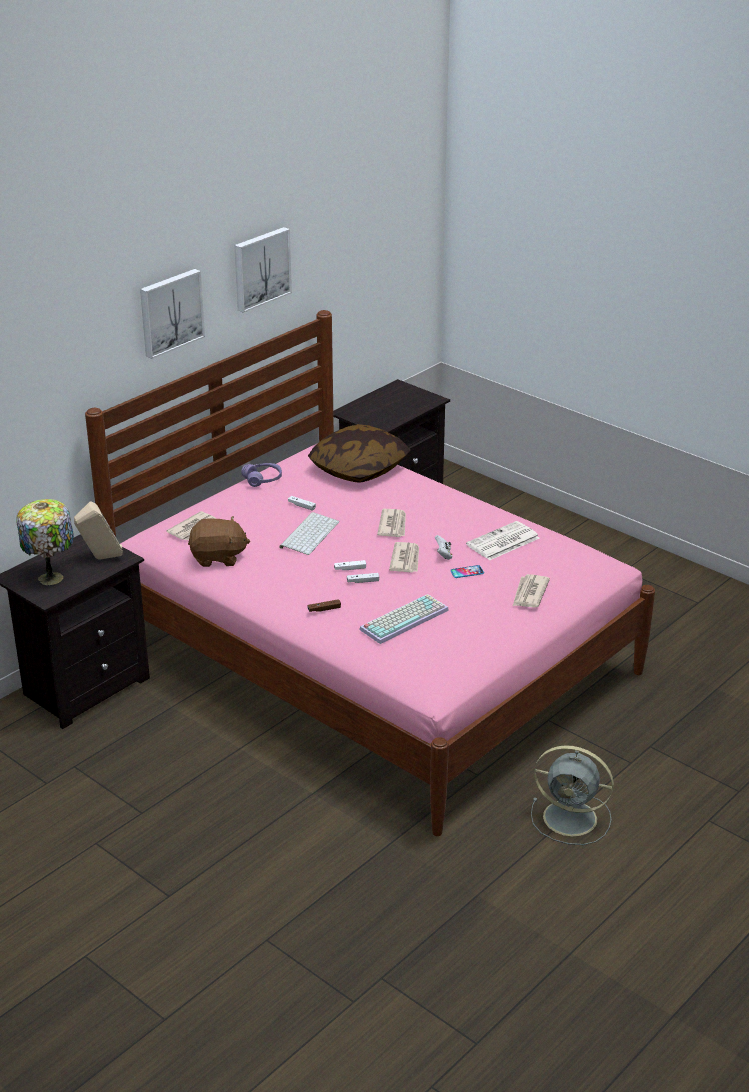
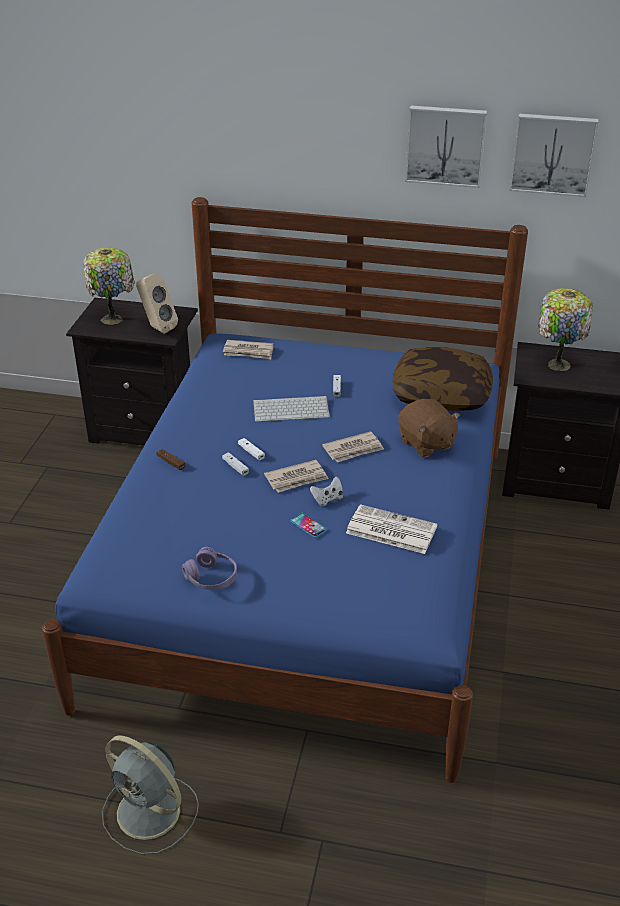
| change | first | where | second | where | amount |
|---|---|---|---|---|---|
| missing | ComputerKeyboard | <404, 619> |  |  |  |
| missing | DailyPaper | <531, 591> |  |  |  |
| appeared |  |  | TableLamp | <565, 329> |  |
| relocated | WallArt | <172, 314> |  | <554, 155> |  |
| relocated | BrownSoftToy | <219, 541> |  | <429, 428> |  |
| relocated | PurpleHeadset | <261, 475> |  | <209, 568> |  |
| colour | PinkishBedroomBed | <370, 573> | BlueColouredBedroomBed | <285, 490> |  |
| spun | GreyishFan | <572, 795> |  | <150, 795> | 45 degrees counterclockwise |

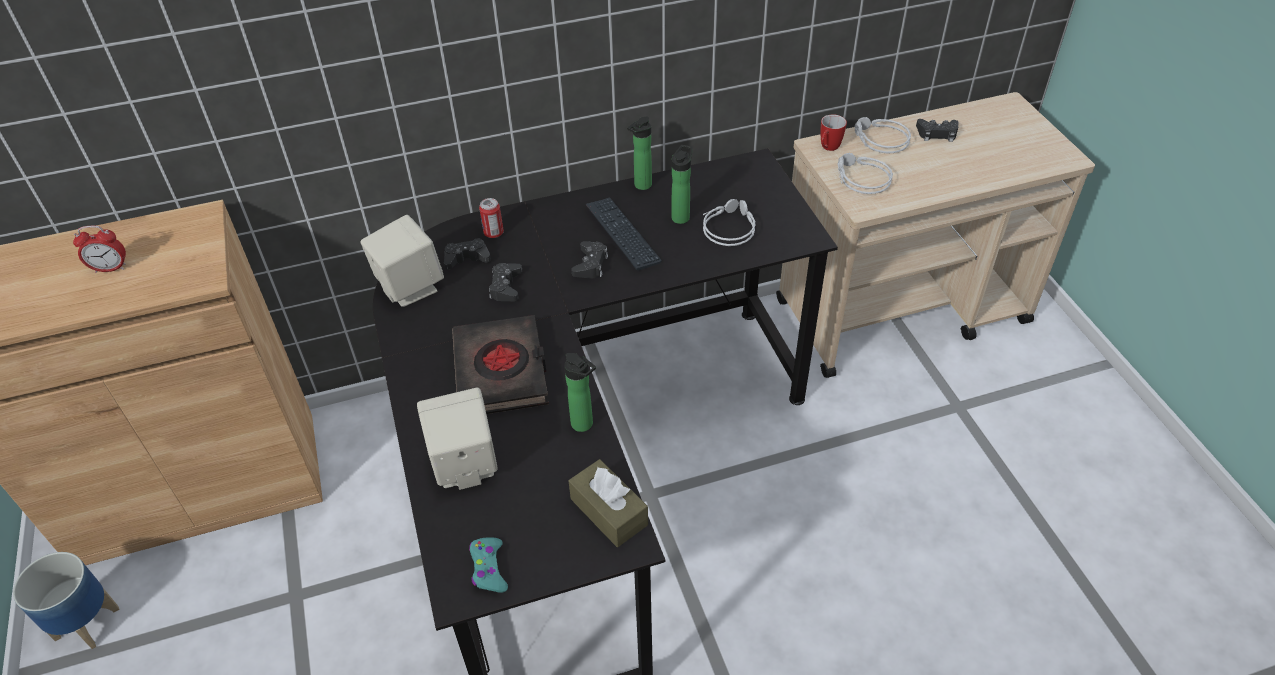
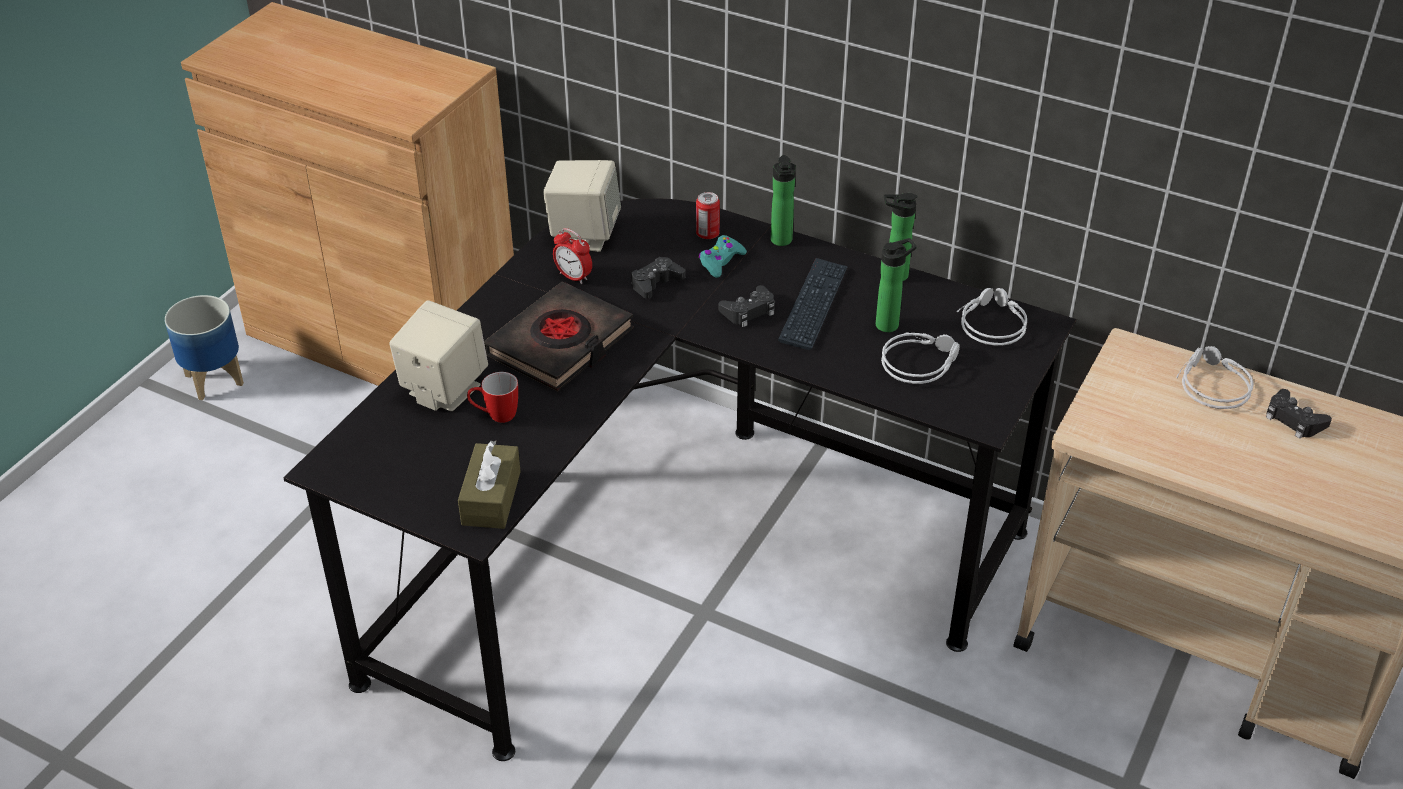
| change | first | where | second | where | amount |
|---|---|---|---|---|---|
| missing | BlackGamepad | <467, 254> |  |  |  |
| relocated | BedsideClock | <99, 249> |  | <572, 256> |  |
| relocated | BlueGreenGamepad | <488, 565> |  | <723, 256> |  |
| relocated | Bottle | <580, 392> |  | <783, 200> |  |
| relocated | Mug | <834, 132> |  | <492, 397> |  |
| relocated | GreyishHeadset | <865, 173> |  | <992, 317> |  |

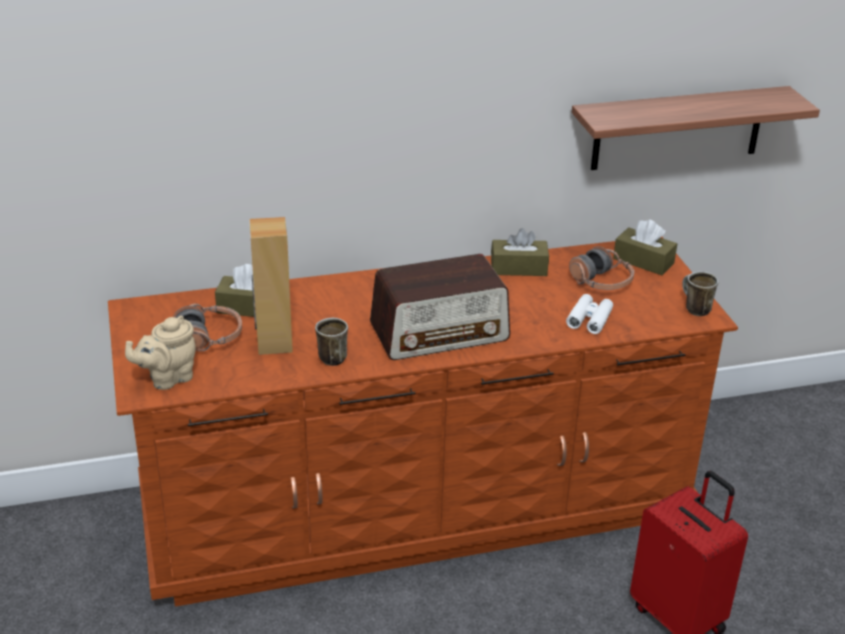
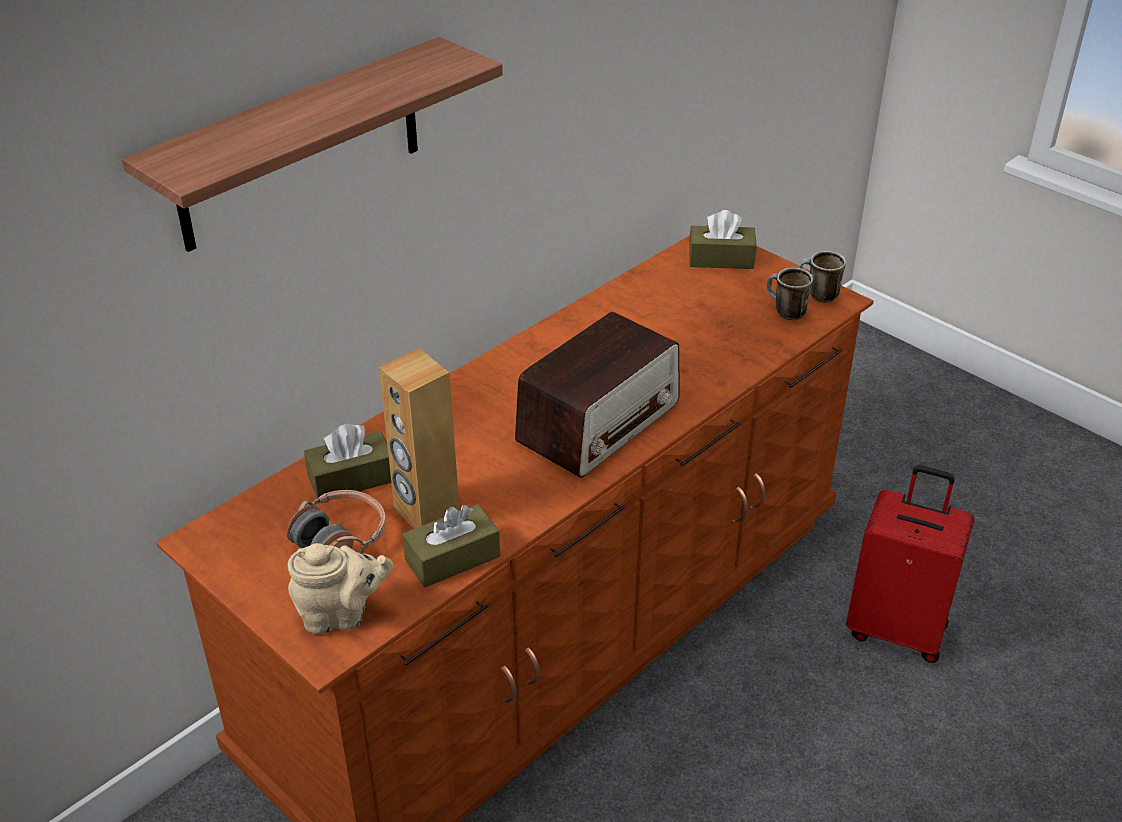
| change | first | where | second | where | amount |
|---|---|---|---|---|---|
| missing | WhiteColouredPairOfBinoculars | <589, 314> |  |  |  |
| missing | Headset | <601, 268> |  |  |  |
| relocated | Mug | <331, 342> |  | <790, 294> |  |
| relocated | BrownTissueBox | <520, 252> |  | <451, 545> |  |
| relocated | Shelf | <696, 128> |  | <312, 144> |  |
| spun | BeigePotForTea | <160, 353> |  | <341, 588> | 120 degrees counterclockwise |

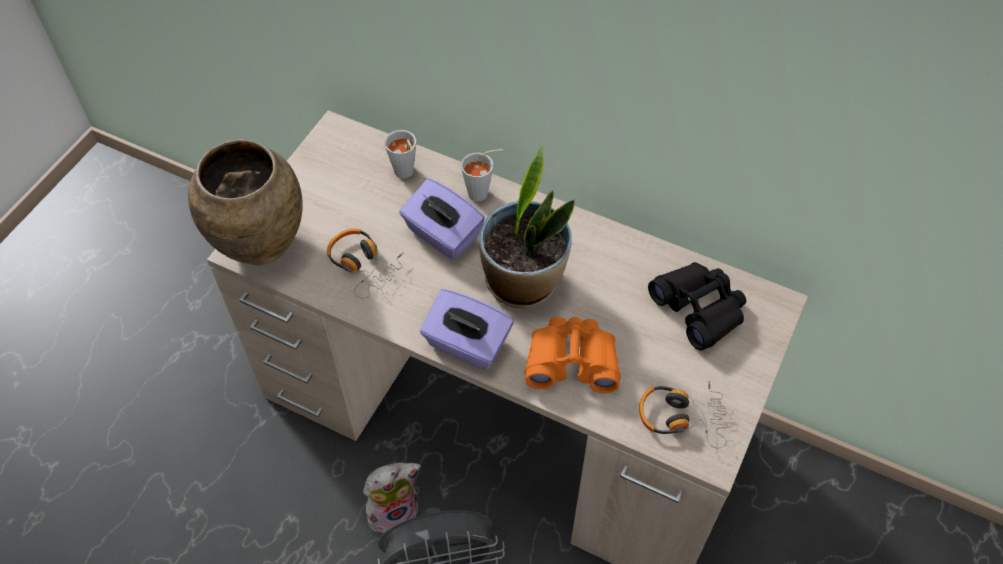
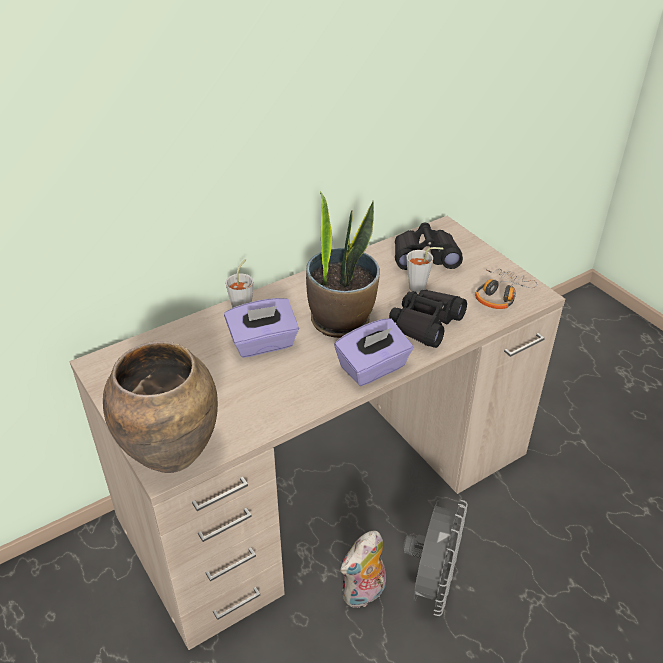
| change | first | where | second | where | amount |
|---|---|---|---|---|---|
| missing | Headset | <365, 264> |  |  |  |
| relocated | GreyishSmallCup | <400, 154> |  | <424, 270> |  |
| colour | OrangeyPairOfBinoculars | <573, 355> | BlackPairOfBinoculars | <428, 319> |  |
| spun | SoftToy | <392, 498> |  | <363, 569> | 135 degrees counterclockwise |

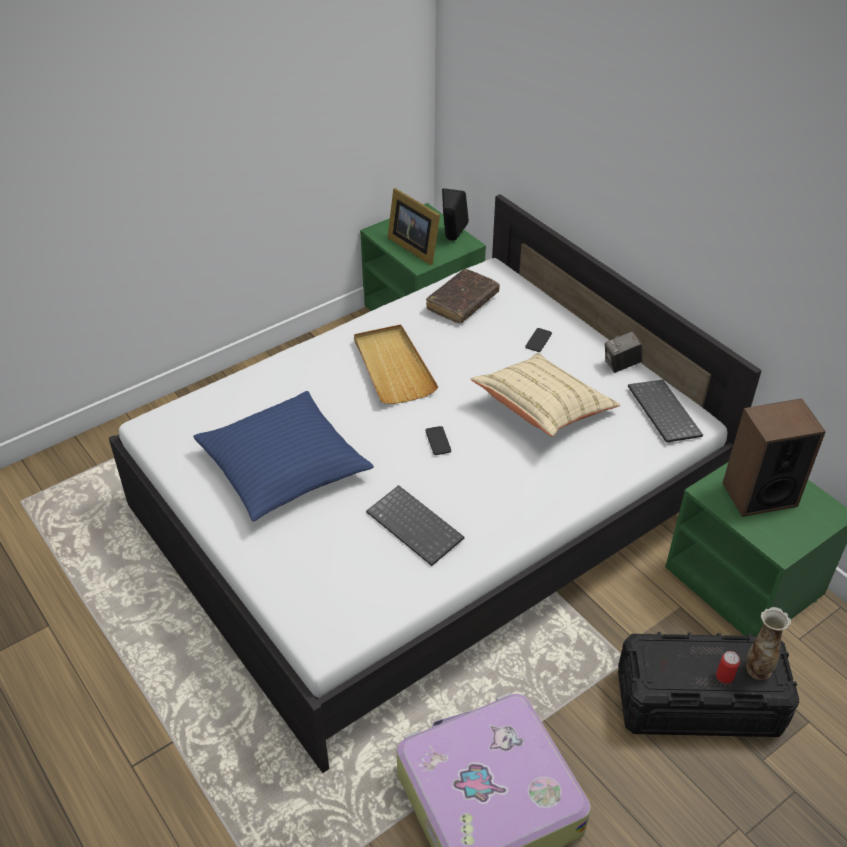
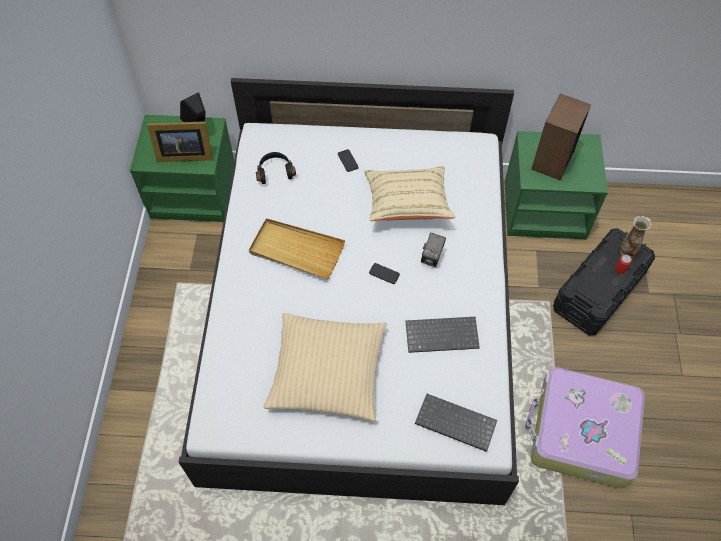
| change | first | where | second | where | amount |
|---|---|---|---|---|---|
| relocated | PhotoCamera | <623, 352> |  | <433, 250> |  |
| relocated | ComputerKeyboard | <665, 411> |  | <456, 423> |  |
| exchanged | BrownBook | <463, 296> | BlackHeadset | <276, 168> |  |
| colour | BlueColouredCushion | <283, 456> | BeigeCushion | <325, 367> |  |

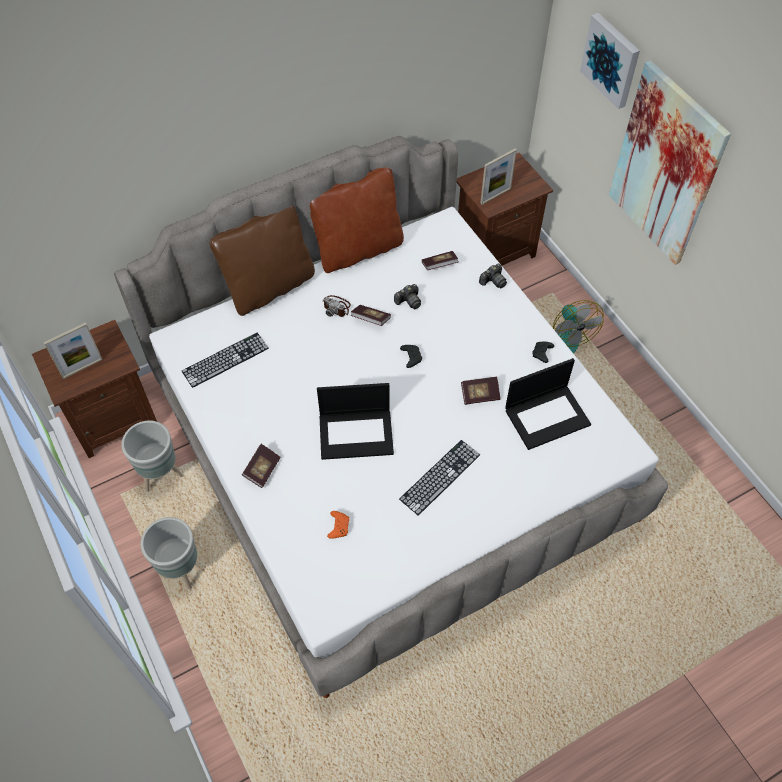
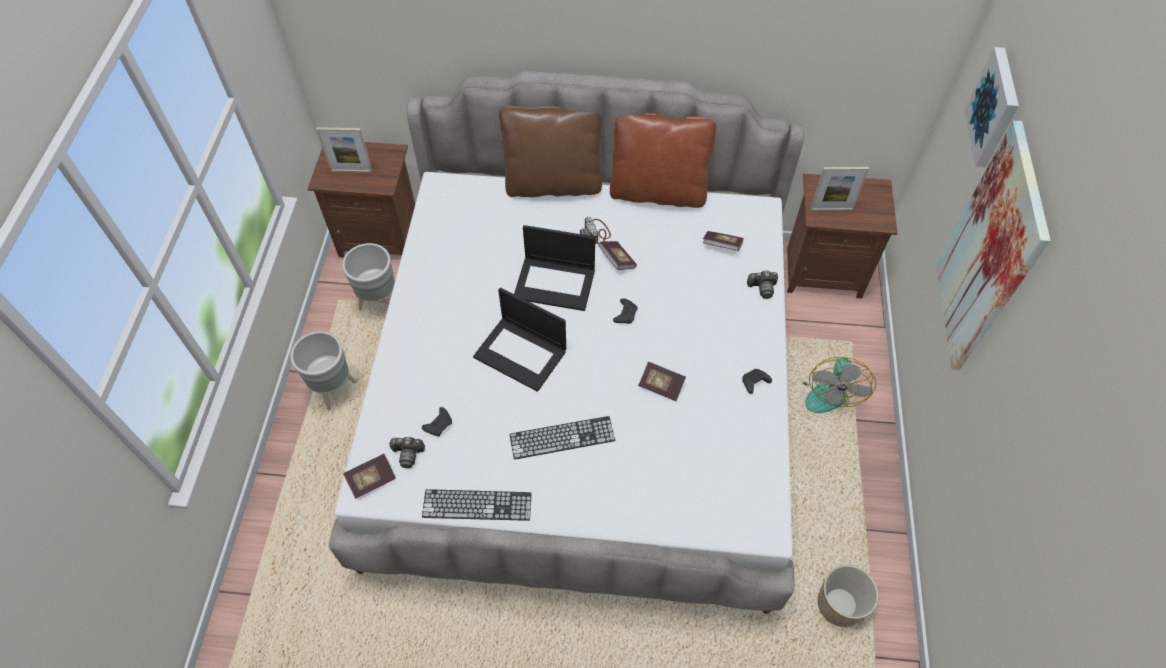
| change | first | where | second | where | amount |
|---|---|---|---|---|---|
| appeared |  |  | PlantPot | <848, 596> |  |
| relocated | ComputerKeyboard | <225, 360> |  | <477, 505> |  |
| relocated | Book | <261, 466> |  | <370, 476> |  |
| relocated | PhotoCamera | <407, 296> |  | <407, 452> |  |
| relocated | NotebookComputer | <548, 404> |  | <554, 268> |  |
| colour | OrangeyGamepad | <338, 525> | BlackGamepad | <437, 421> |  |

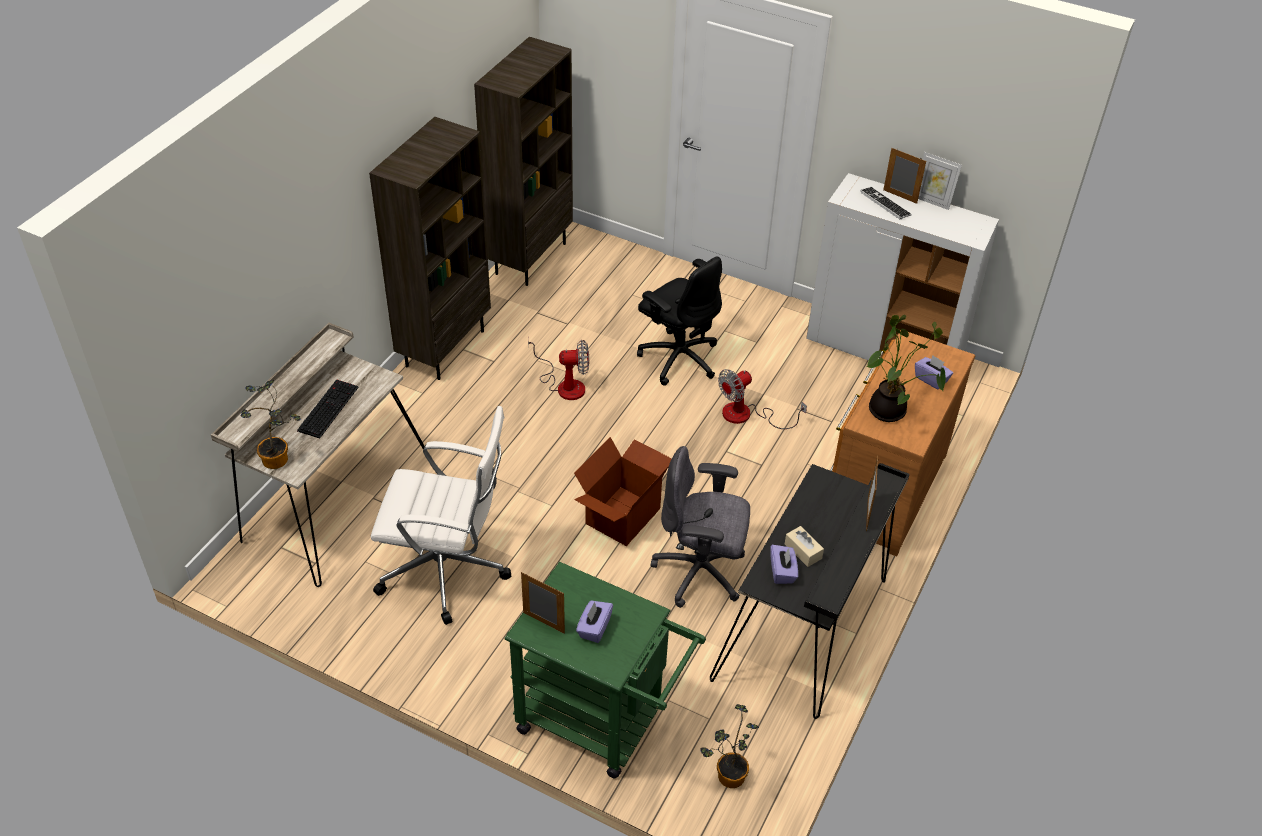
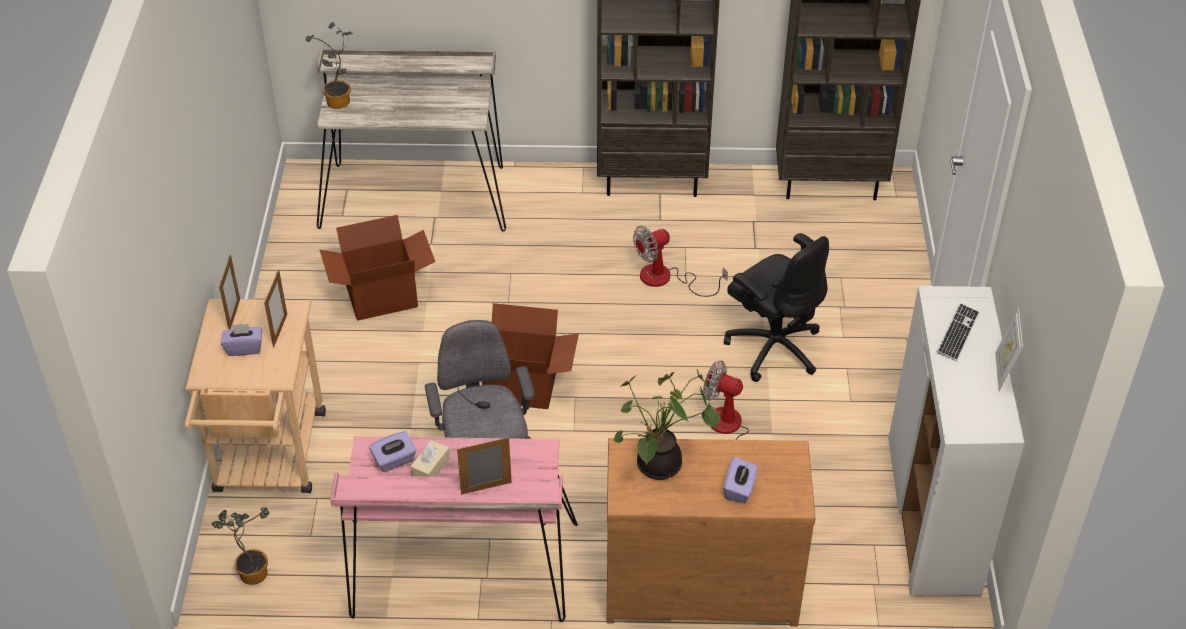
| change | first | where | second | where | amount |
|---|---|---|---|---|---|
| missing | ComputerKeyboard | <328, 408> |  |  |  |
| relocated | PictureFrame | <904, 176> |  | <275, 309> |  |
| exchanged | WhiteColouredDeskChair | <441, 515> | Carton | <377, 268> |  |
| colour | GreenishWheeledCart | <605, 670> | BeigeWheeledCart | <255, 396> |  |
| colour | BlackDesk | <810, 591> | PinkishDesk | <454, 529> |  |
| spun | Fan | <558, 369> |  | <680, 261> | 90 degrees clockwise |
| spun | BlackDeskChair | <679, 321> |  | <776, 307> | 60 degrees counterclockwise |

